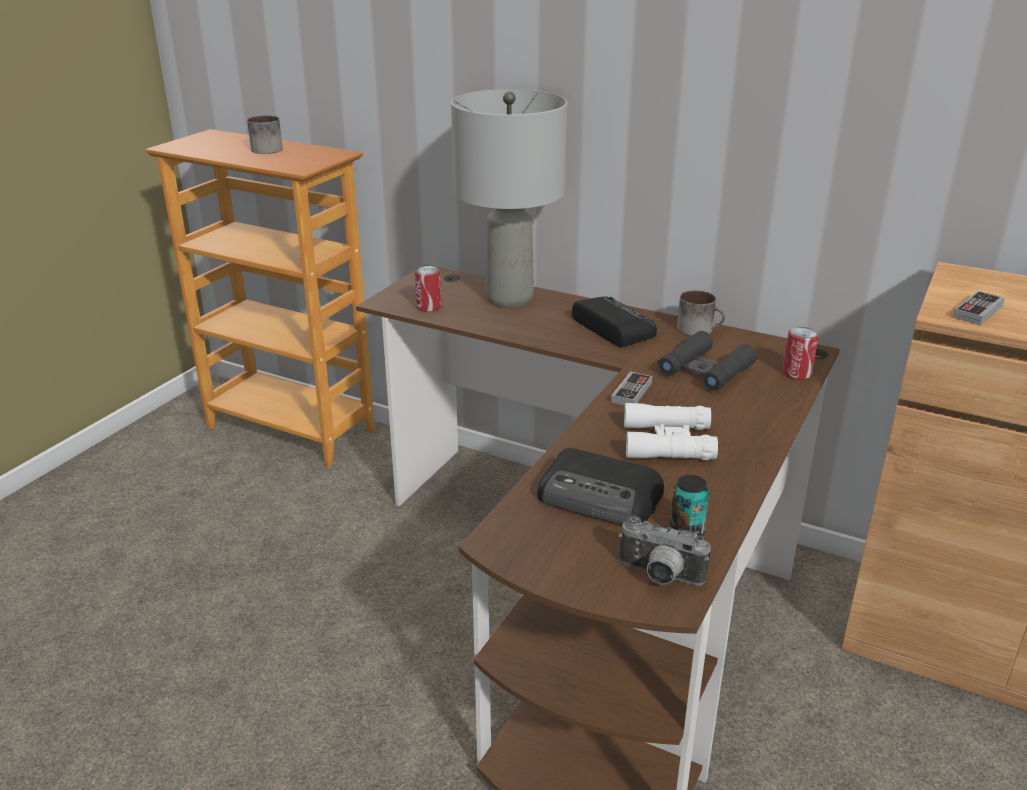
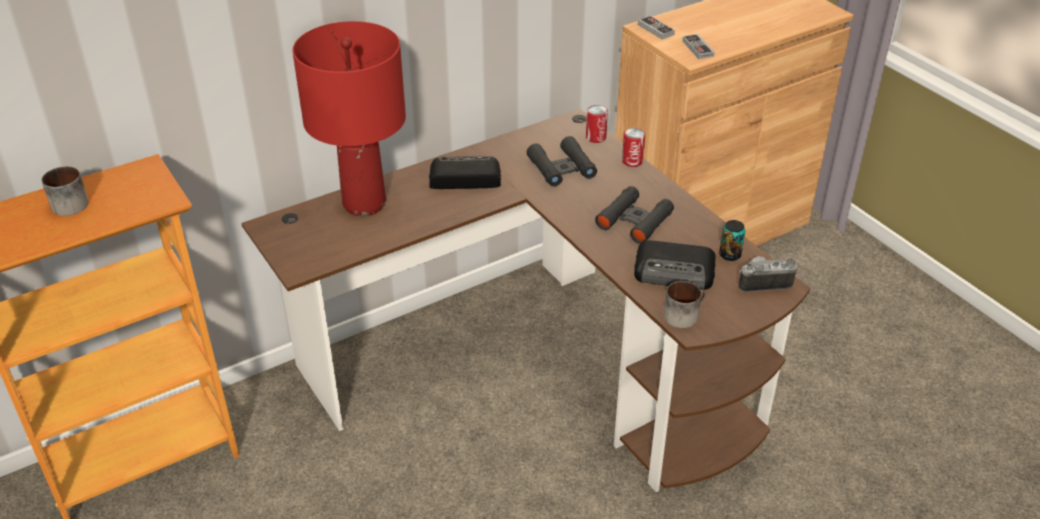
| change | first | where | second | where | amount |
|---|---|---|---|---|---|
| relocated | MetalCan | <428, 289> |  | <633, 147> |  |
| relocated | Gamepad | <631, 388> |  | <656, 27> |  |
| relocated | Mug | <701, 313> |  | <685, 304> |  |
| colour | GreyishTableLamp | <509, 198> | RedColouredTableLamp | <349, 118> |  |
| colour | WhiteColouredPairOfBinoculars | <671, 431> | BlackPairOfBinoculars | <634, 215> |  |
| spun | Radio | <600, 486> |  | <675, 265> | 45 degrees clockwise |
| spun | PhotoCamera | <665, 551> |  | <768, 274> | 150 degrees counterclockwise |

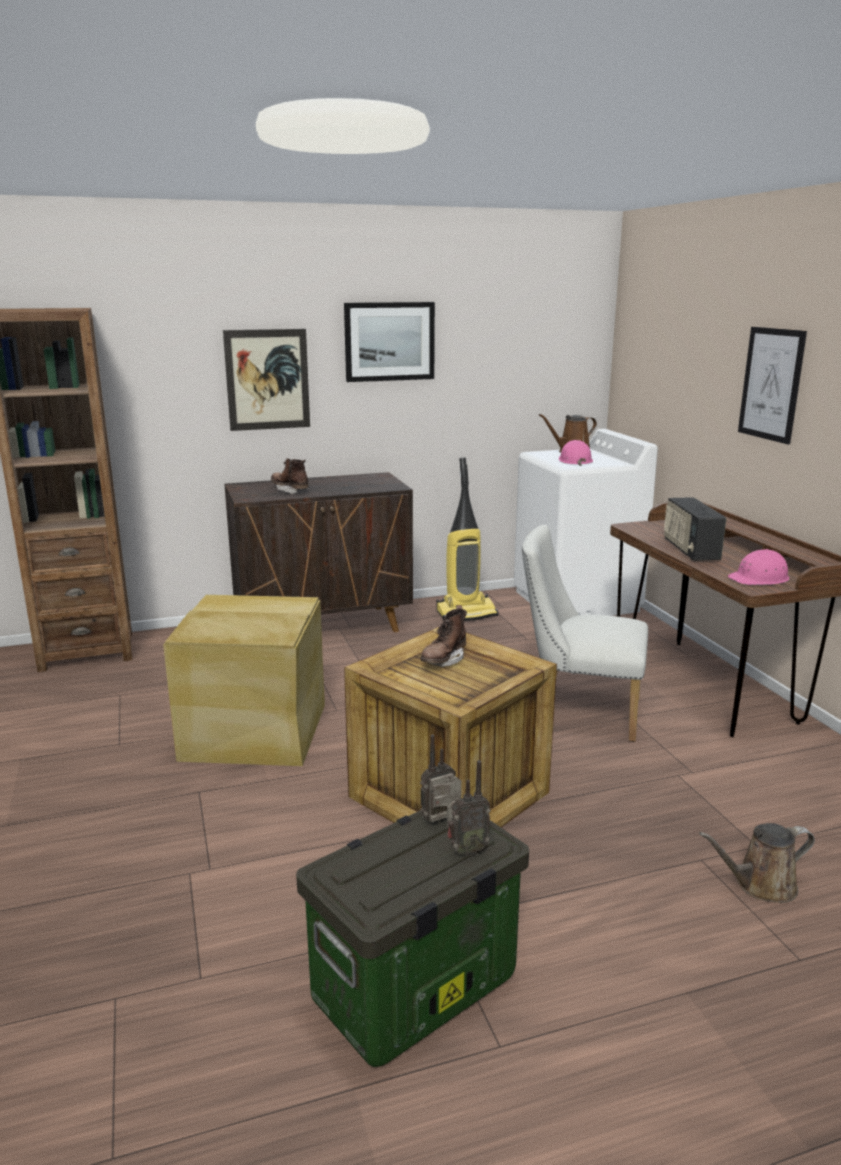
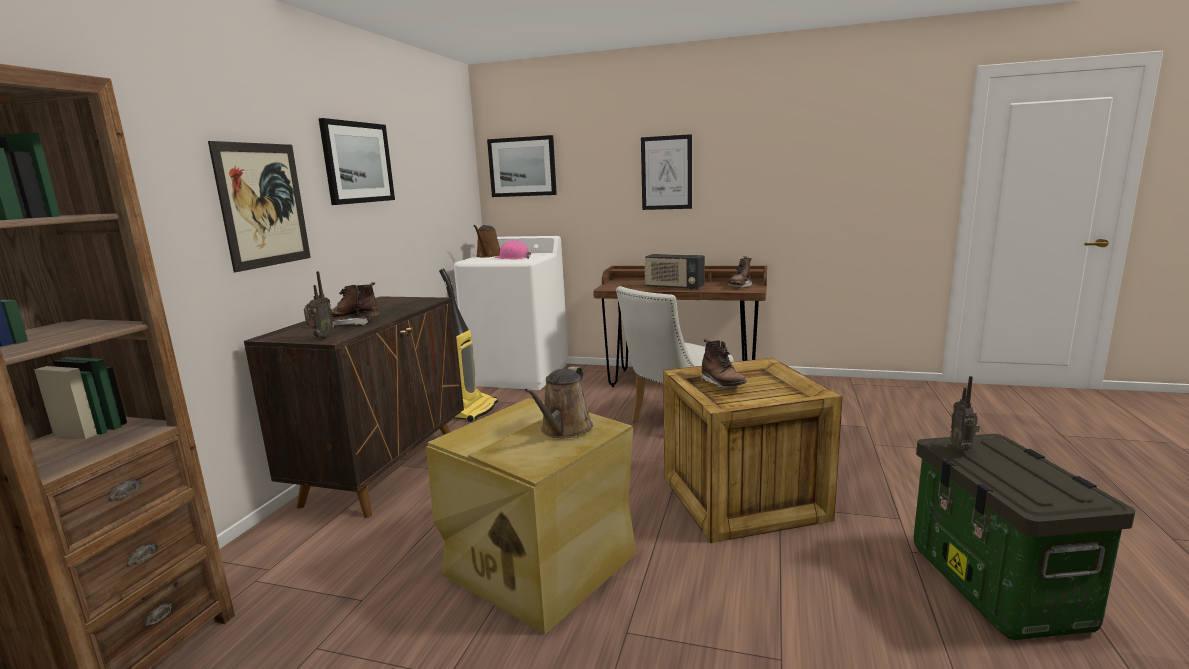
| change | first | where | second | where | amount |
|---|---|---|---|---|---|
| appeared |  |  | WallArt | <522, 166> |  |
| relocated | Radio | <469, 808> |  | <319, 305> |  |
| relocated | BrownWateringCan | <757, 863> |  | <558, 402> |  |
| exchanged | PinkishWorkHelmet | <758, 567> | BrownHighTopBoot | <740, 272> |  |

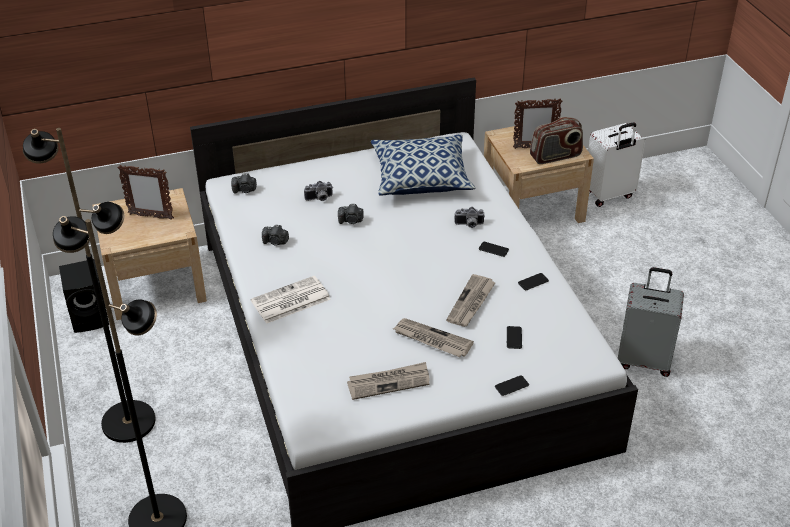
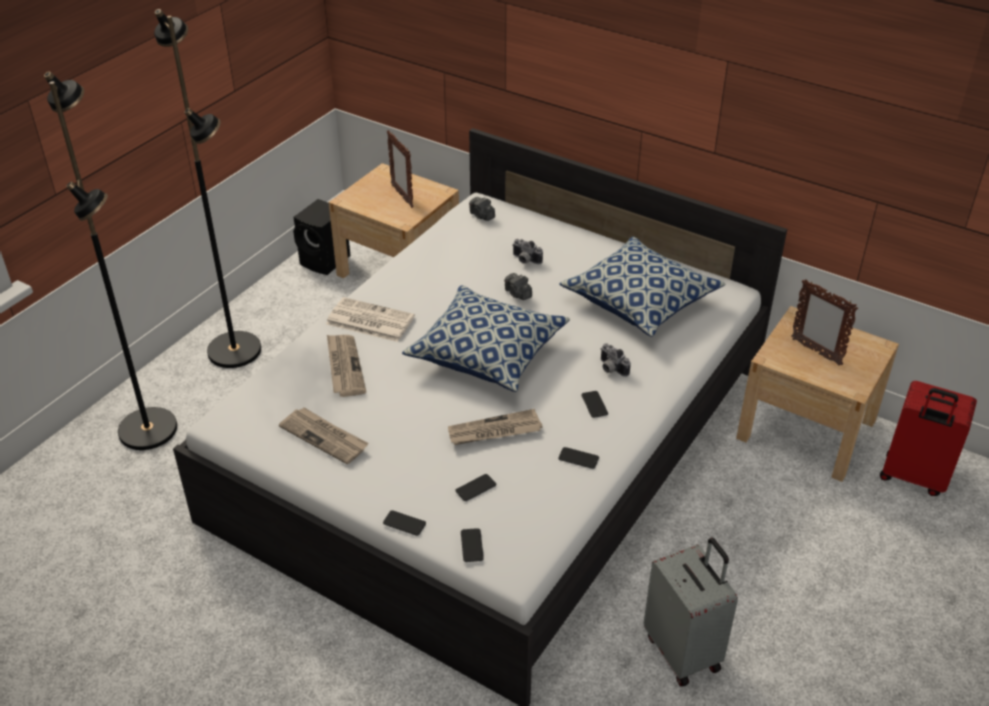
| change | first | where | second | where | amount |
|---|---|---|---|---|---|
| missing | PhotoCamera | <275, 235> |  |  |  |
| missing | Radio | <556, 140> |  |  |  |
| appeared |  |  | Cushion | <486, 338> |  |
| appeared |  |  | Handset | <472, 545> |  |
| relocated | DailyPaper | <433, 337> |  | <346, 366> |  |
| colour | WhiteColouredPieceOfLuggage | <616, 164> | RedColouredPieceOfLuggage | <928, 438> |  |

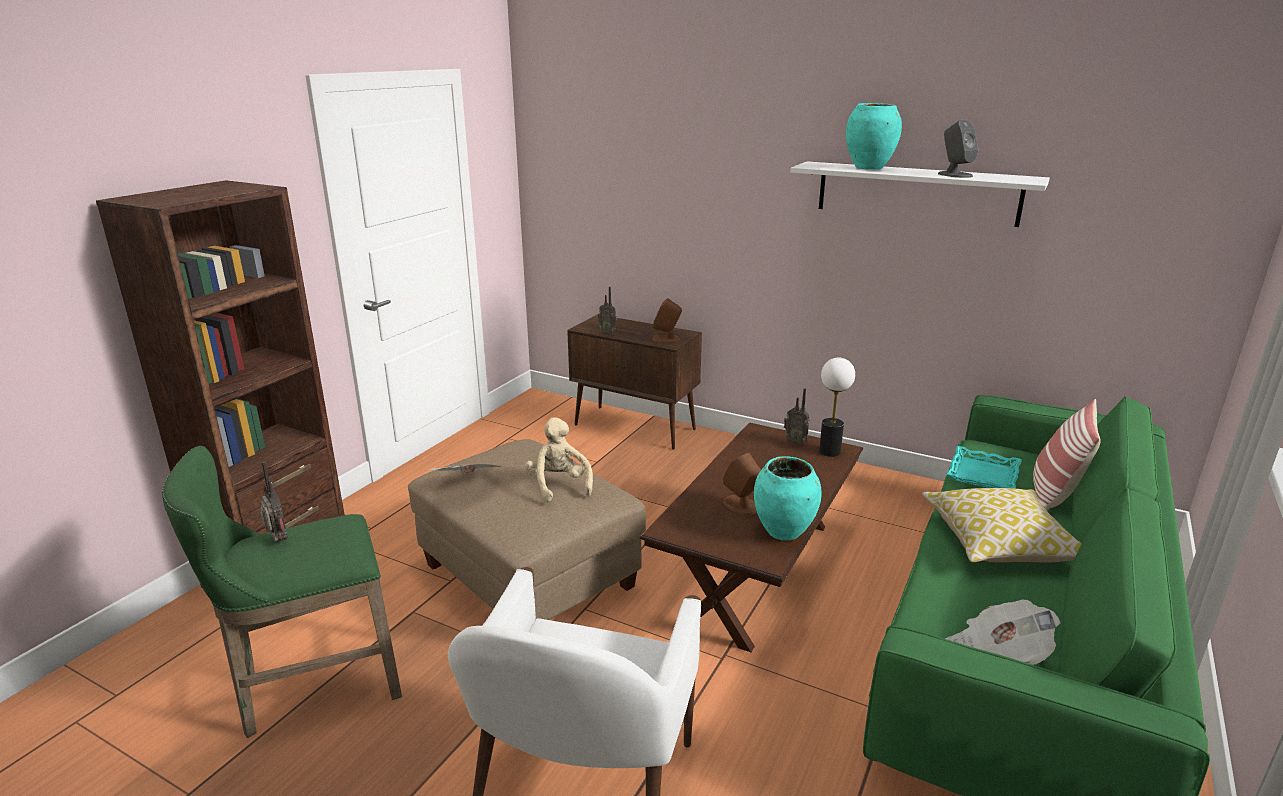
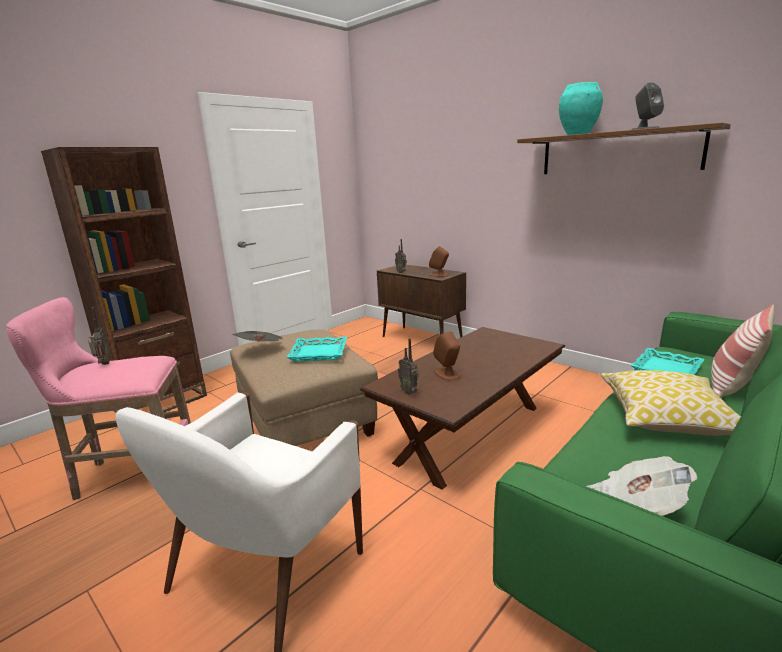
| change | first | where | second | where | amount |
|---|---|---|---|---|---|
| missing | BlueGreenDecorativeVase | <788, 498> |  |  |  |
| missing | TableLamp | <837, 407> |  |  |  |
| relocated | Radio | <797, 416> |  | <408, 366> |  |
| exchanged | BeigeSoftToy | <559, 460> | BlueGreenCarryingTray | <317, 349> |  |
| colour | GreenishStool | <282, 592> | PinkishStool | <98, 398> |  |
| colour | WhiteColouredShelf | <920, 194> | BrownShelf | <624, 148> |  |

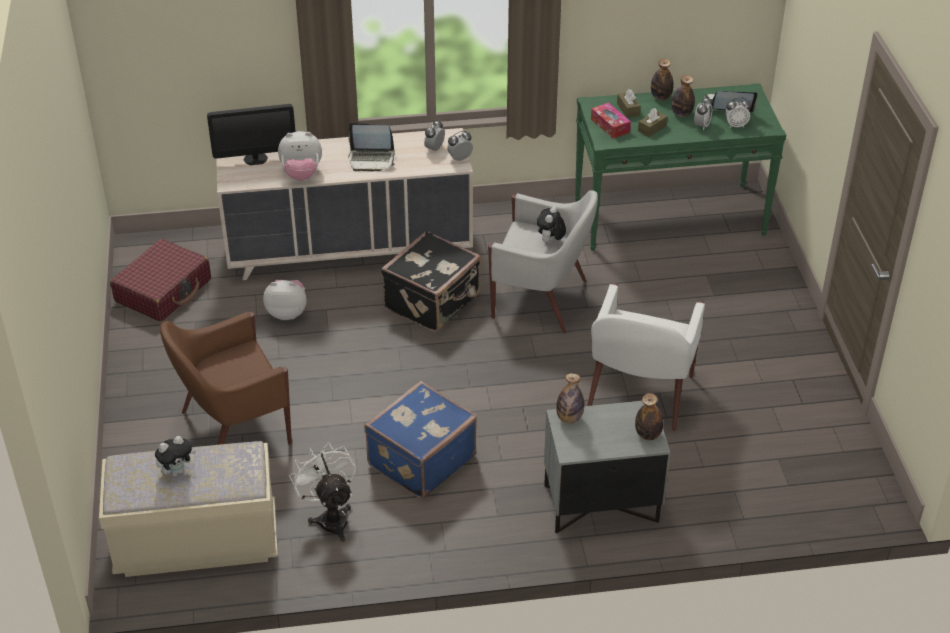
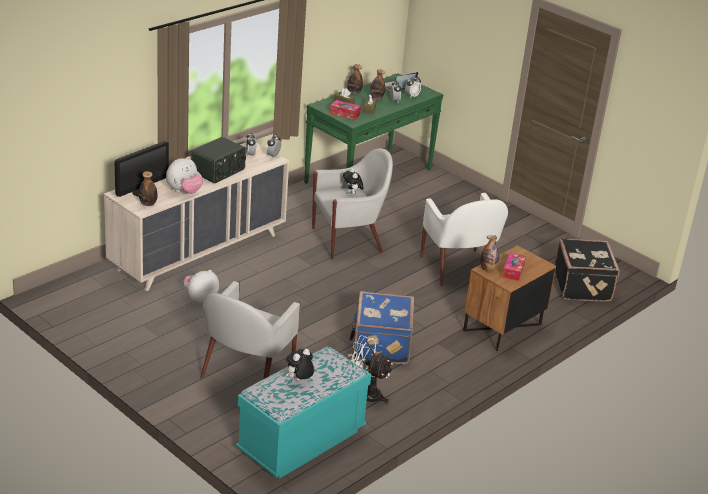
| change | first | where | second | where | amount |
|---|---|---|---|---|---|
| missing | RedColouredPieceOfLuggage | <160, 280> |  |  |  |
| appeared |  |  | TissueBox | <514, 267> |  |
| relocated | BlackPieceOfLuggage | <431, 281> |  | <587, 270> |  |
| relocated | Bottle | <649, 416> |  | <148, 188> |  |
| exchanged | NotebookComputer | <371, 147> | Radio | <218, 160> |  |
| colour | BeigeBench | <188, 509> | BlueGreenBench | <303, 413> |  |
| colour | BrownLoungeChair | <226, 378> | WhiteColouredLoungeChair | <250, 330> |  |
| colour | GreyishNightstand | <607, 467> | BrownNightstand | <509, 298> |  |
| spun | SoftToy | <175, 456> |  | <300, 365> | 150 degrees counterclockwise |

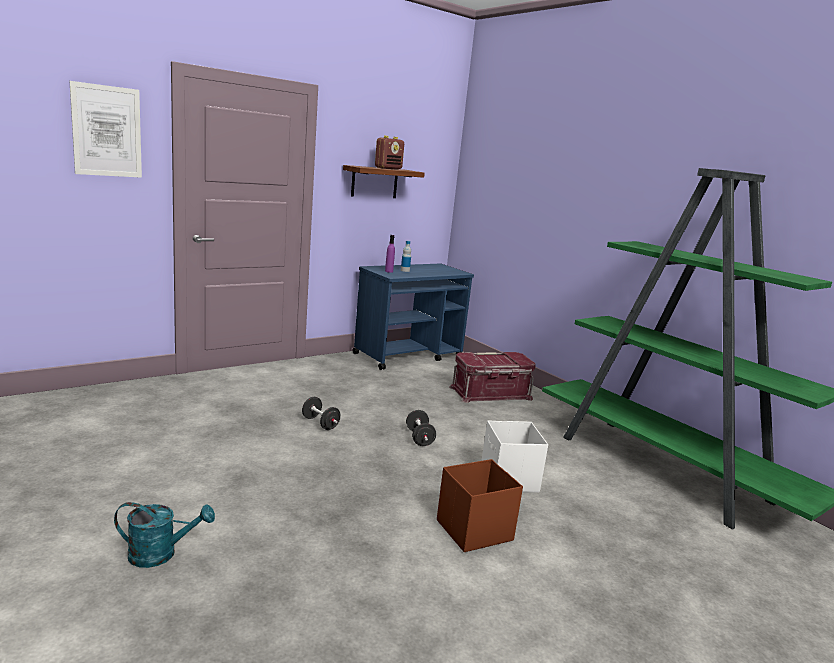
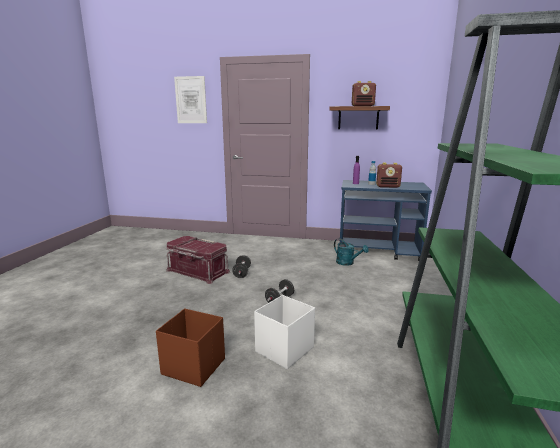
| change | first | where | second | where | amount |
|---|---|---|---|---|---|
| appeared |  |  | Radio | <389, 175> |  |
| relocated | BlueGreenWateringCan | <164, 535> |  | <351, 252> |  |
| relocated | RedColouredStorageBin | <492, 377> |  | <198, 260> |  |

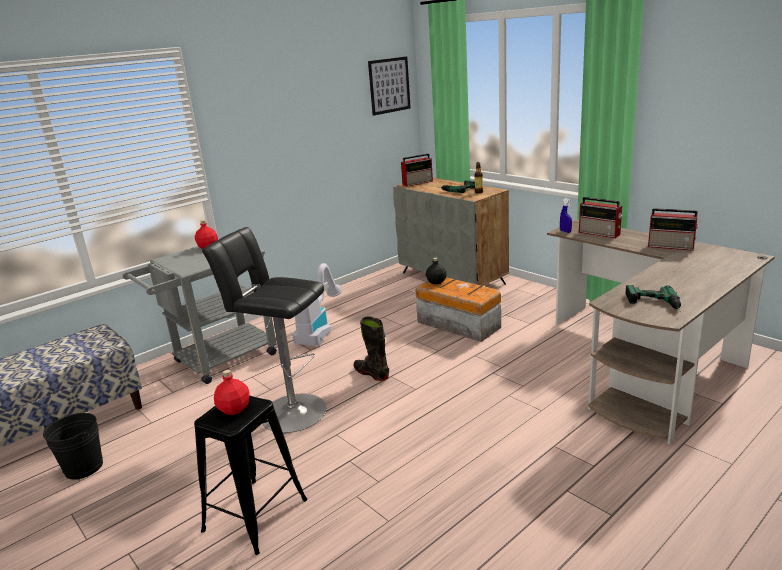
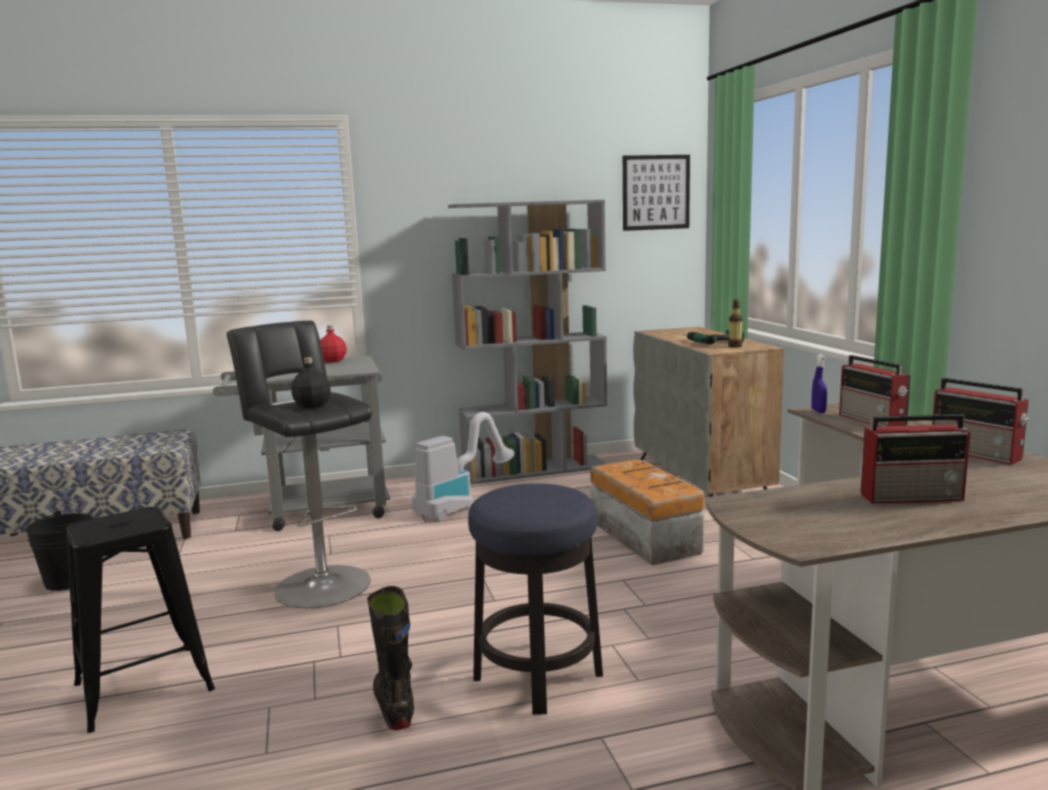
| change | first | where | second | where | amount |
|---|---|---|---|---|---|
| missing | RedColouredBottle | <232, 392> |  |  |  |
| missing | PowerDrill | <653, 298> |  |  |  |
| appeared |  |  | GreyishBookcase | <527, 342> |  |
| appeared |  |  | Stool | <535, 599> |  |
| relocated | BlackHighTopBoot | <371, 348> |  | <390, 658> |  |
| relocated | Radio | <417, 170> |  | <915, 458> |  |
| relocated | BlackBottle | <436, 271> |  | <311, 382> |  |

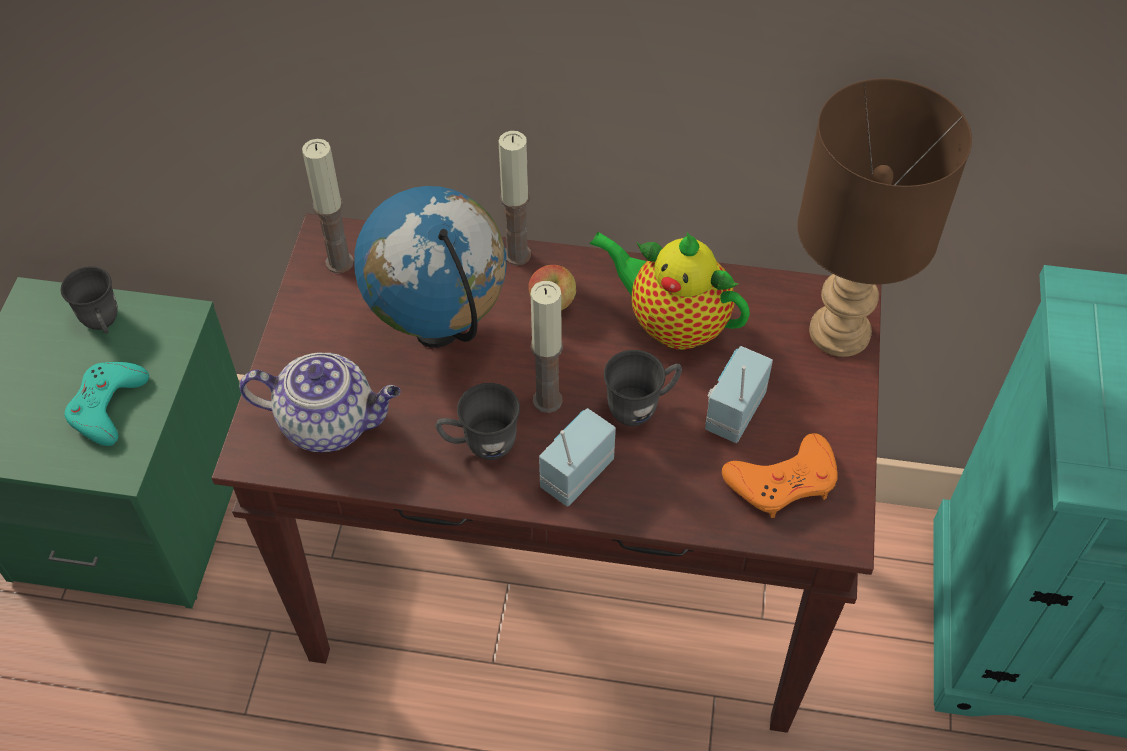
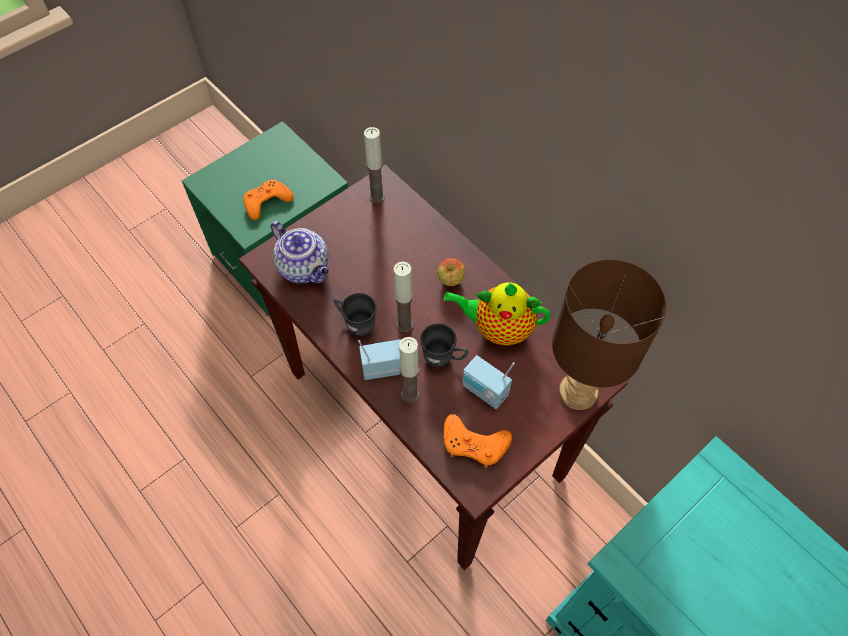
| change | first | where | second | where | amount |
|---|---|---|---|---|---|
| missing | GreyishMug | <89, 300> |  |  |  |
| missing | DeskGlobe | <430, 267> |  |  |  |
| relocated | WaxLight | <515, 198> |  | <409, 370> |  |
| colour | BlueGreenGamepad | <106, 404> | OrangeyGamepad | <268, 200> |  |
| spun | PotForTea | <669, 291> |  | <497, 313> | 60 degrees counterclockwise |
| spun | Radio | <739, 394> |  | <488, 382> | 120 degrees counterclockwise |

